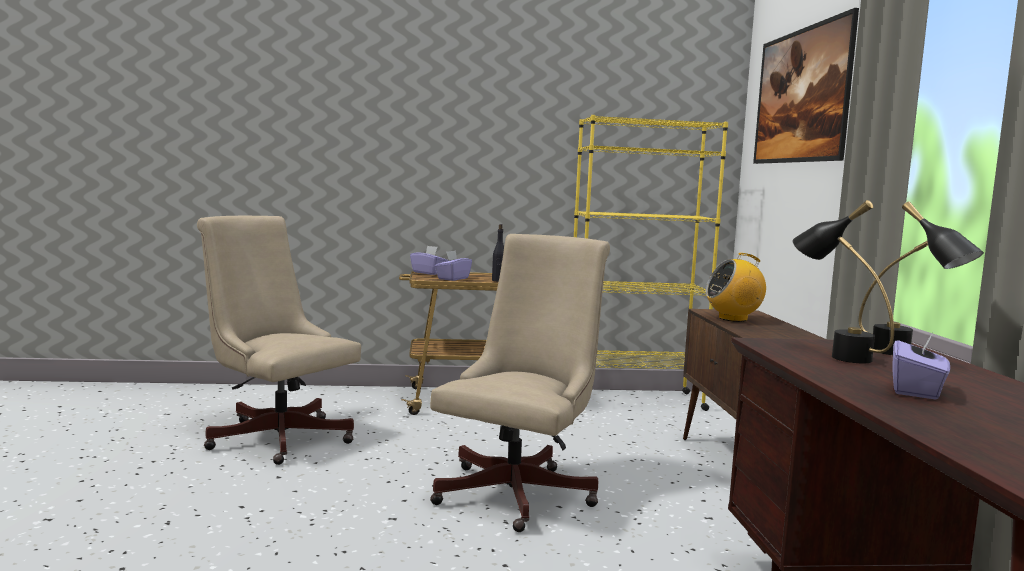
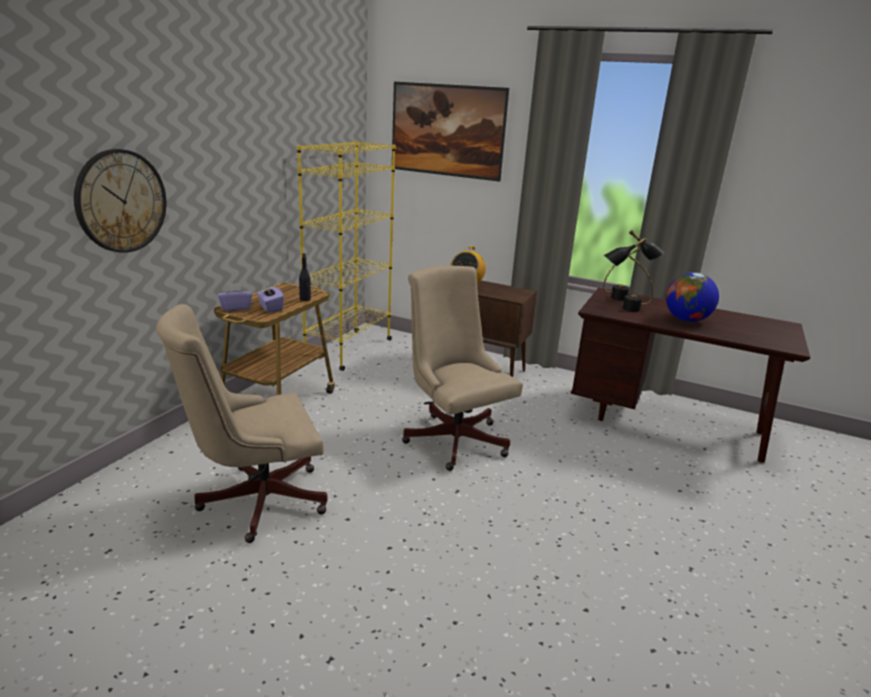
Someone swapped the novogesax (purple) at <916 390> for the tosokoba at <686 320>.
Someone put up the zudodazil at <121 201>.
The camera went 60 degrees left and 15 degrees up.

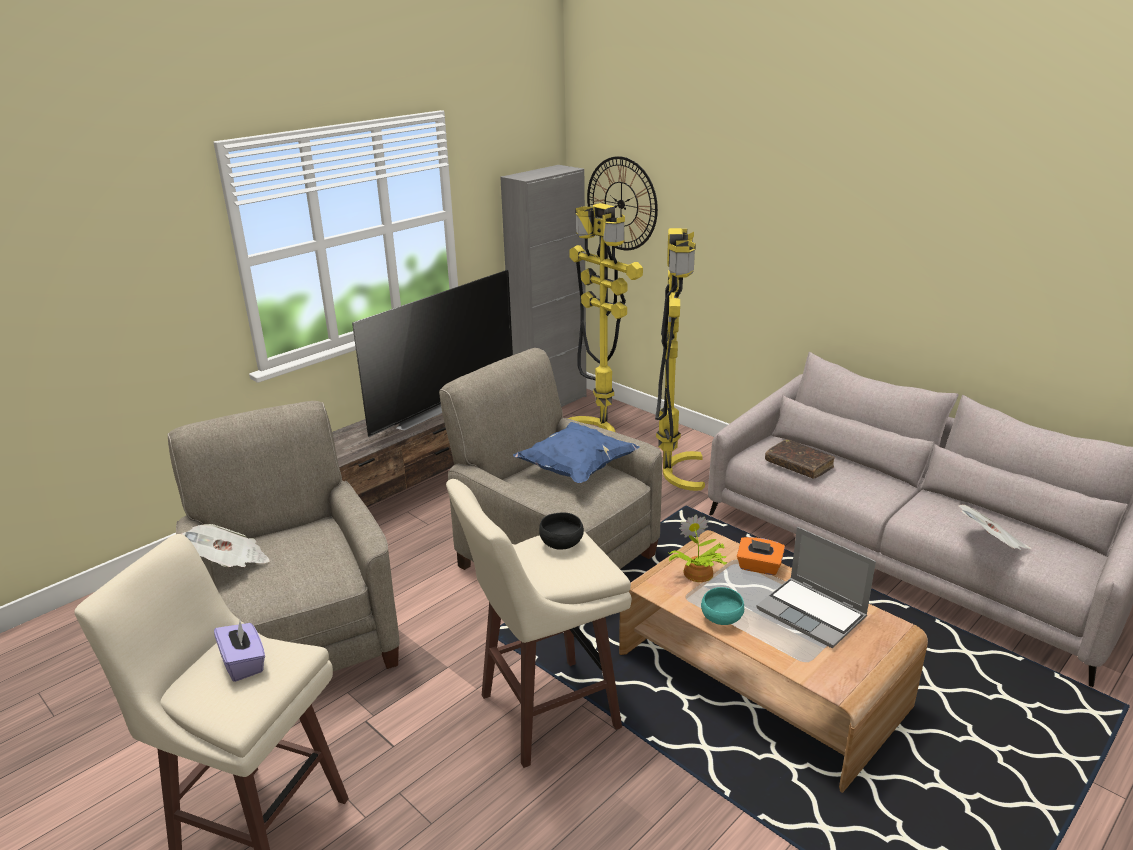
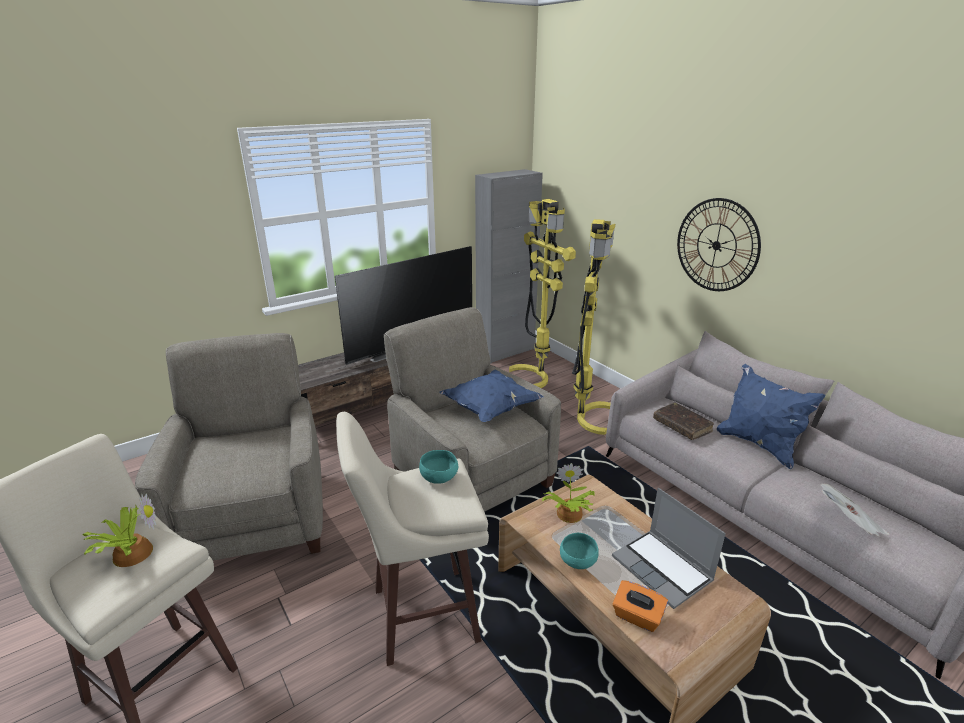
Someone took away the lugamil at <231 563>.
Someone swapped the novogesax (purple) at <244 663> for the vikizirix at <131 553>.
Someone repainted the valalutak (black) at <562 543>, which became the valalutak (turquoise) at <439 477>.
Someone carried the zudodazil from <621 204> to <716 245>.
Someone carried the novogesax (orange) from <759 567> to <637 617>.
Someone put down the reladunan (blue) at <758 445>.
The camera went 10 degrees right and 0 degrees up.

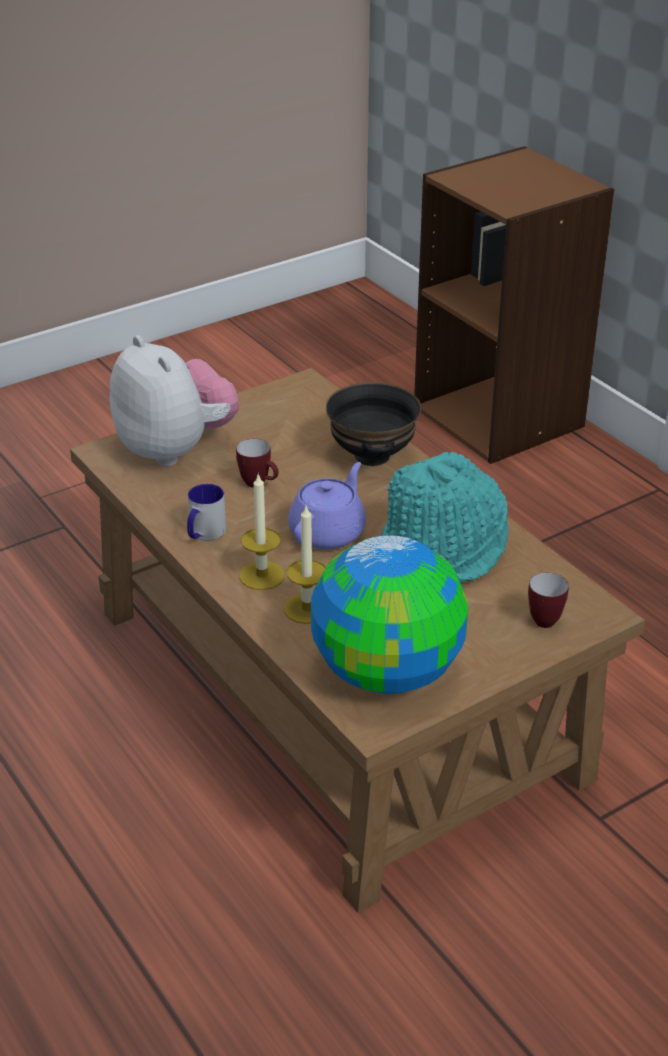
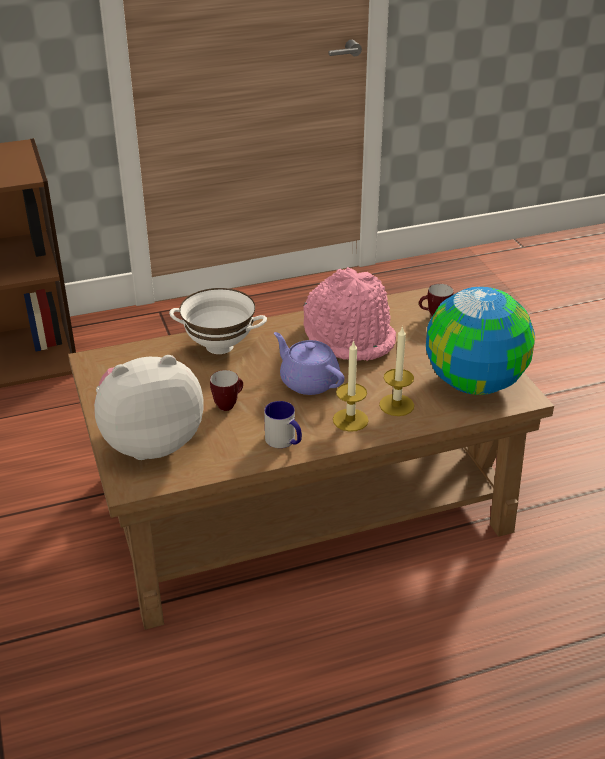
Someone repainted the valalutak (black) at <371 456>, which became the valalutak (white) at <219 347>.
Someone repainted the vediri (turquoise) at <444 549>, which became the vediri (pink) at <349 337>.
The camera went 75 degrees left and 0 degrees up.

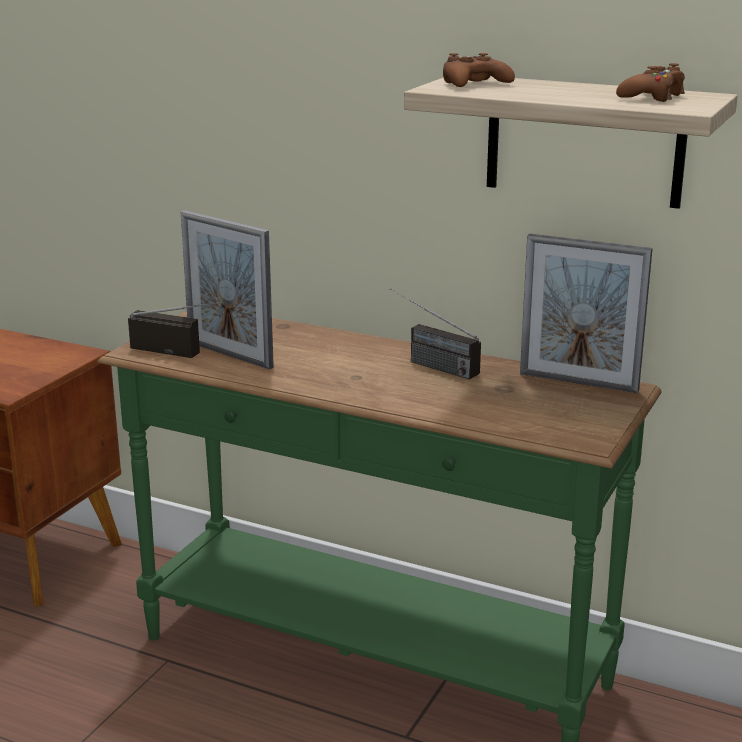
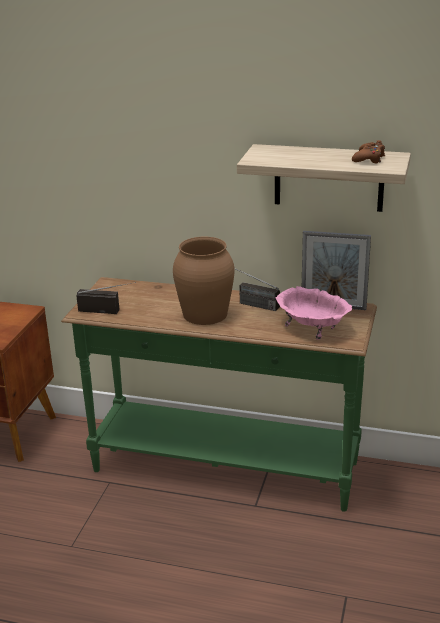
Someone took away the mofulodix at <229 355>.
Someone took away the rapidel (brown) at <474 84>.
Someone put down the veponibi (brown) at <204 314>.
Someone put down the valalutak (pink) at <313 327>.
The camera went 10 degrees left and 5 degrees up.

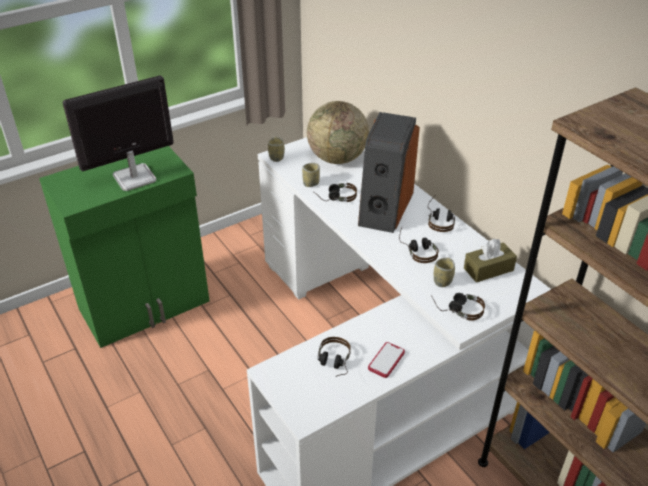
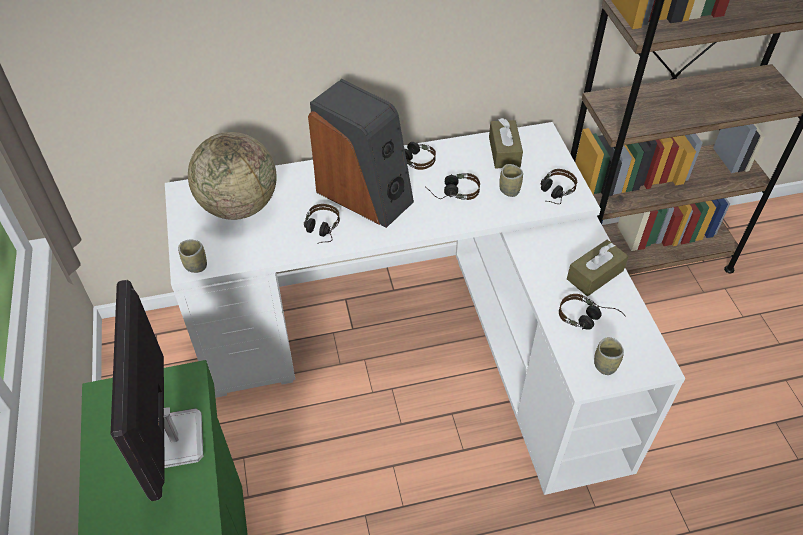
Someone carried the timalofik from <311 183> to <605 365>.
Someone swapped the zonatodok at <386 360> for the novogesax (brown) at <595 275>.
The camera went 70 degrees left and 10 degrees up.

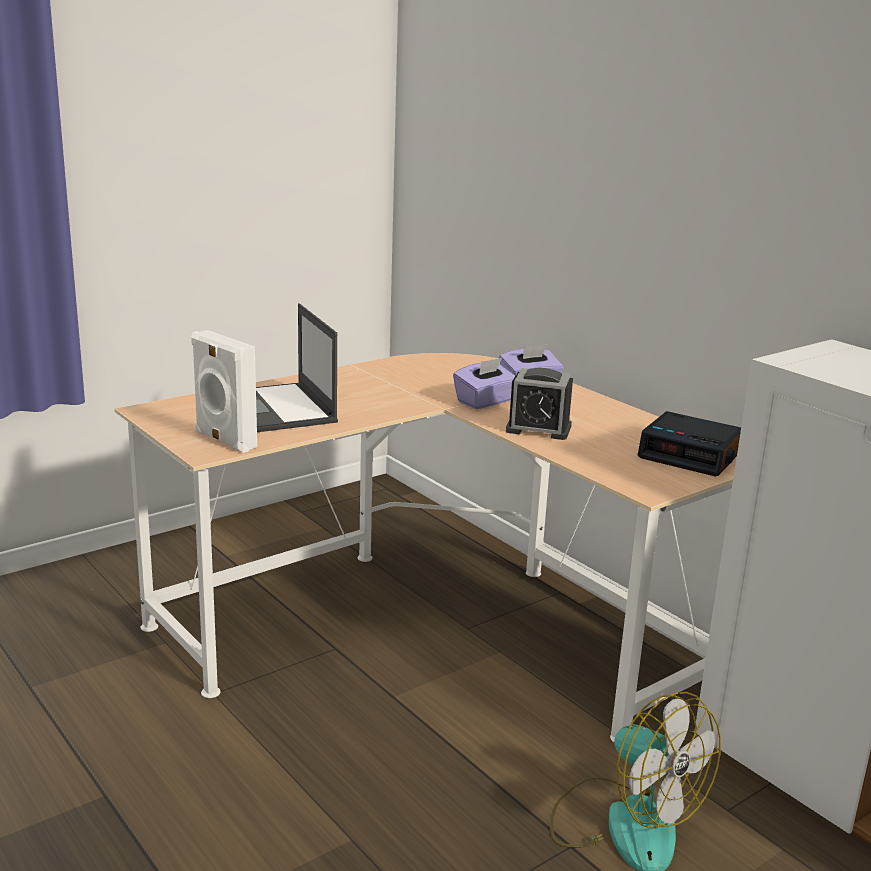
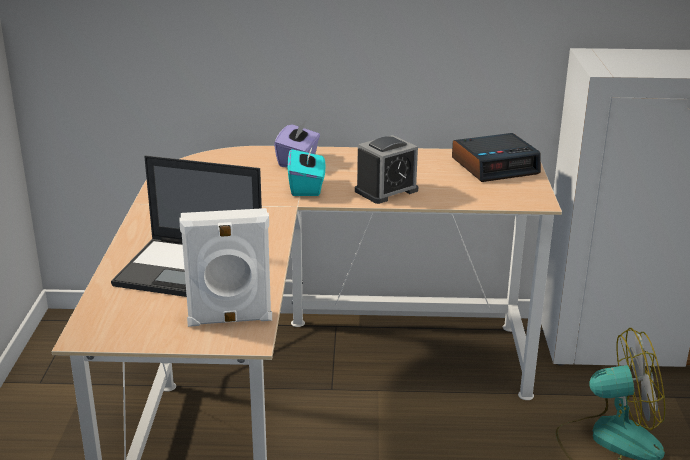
Someone repainted the novogesax (purple) at <485 402>, which became the novogesax (turquoise) at <306 187>.
The camera went 50 degrees left and 5 degrees up.

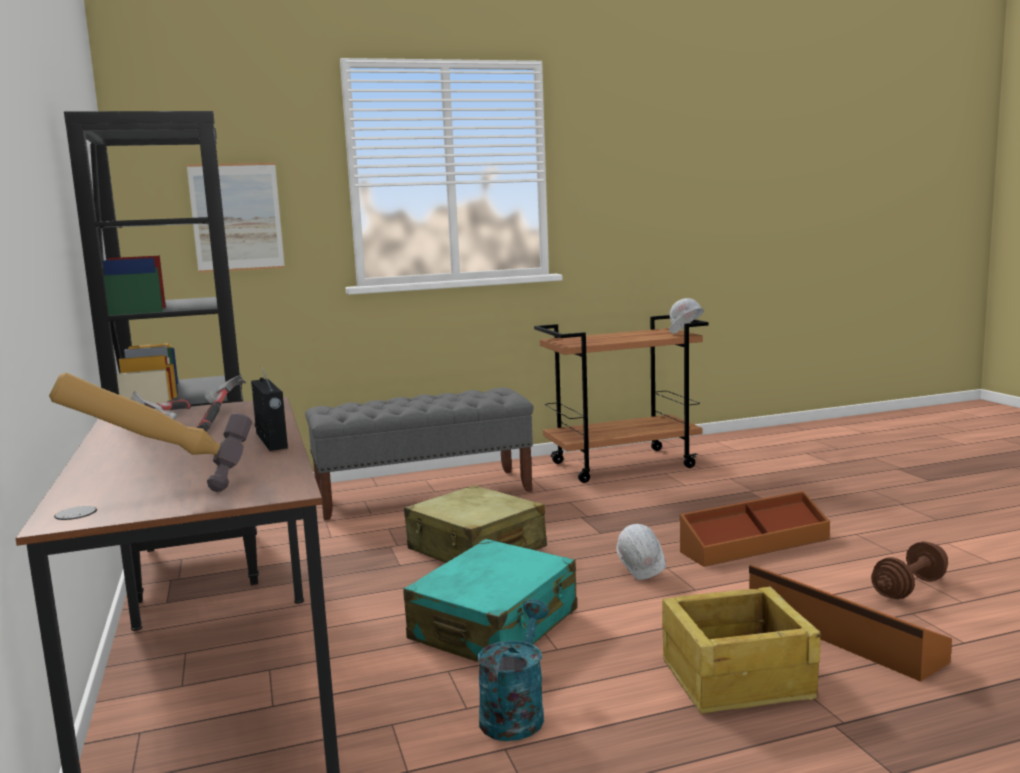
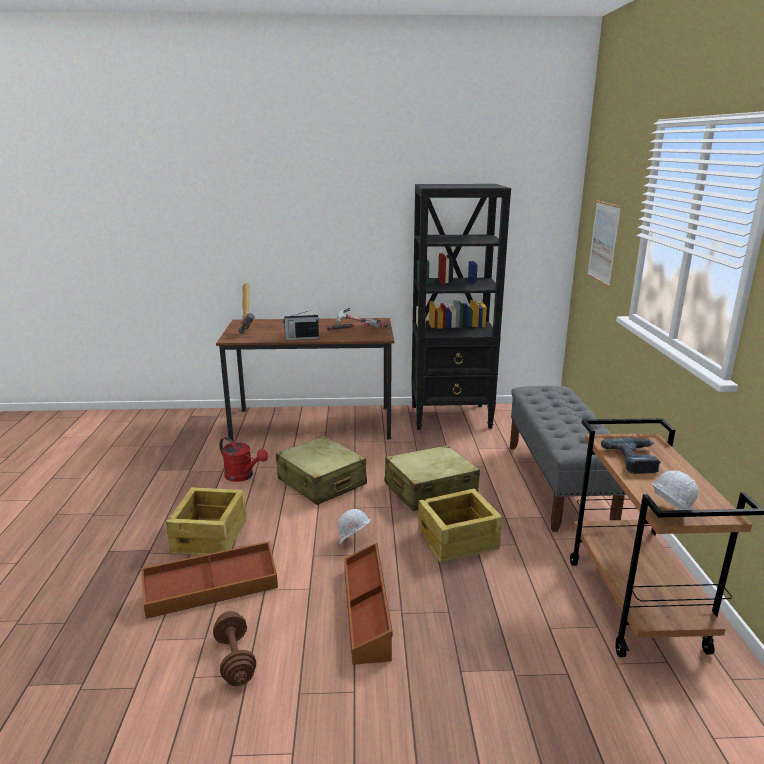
Someone repainted the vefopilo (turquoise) at <495 626>, which became the vefopilo (beige) at <321 482>.
Someone repainted the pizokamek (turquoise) at <515 712>, which became the pizokamek (red) at <243 476>.
Someone put down the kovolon at <458 540>.
Someone put down the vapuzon at <636 459>.
The camera went 105 degrees right and 10 degrees up.

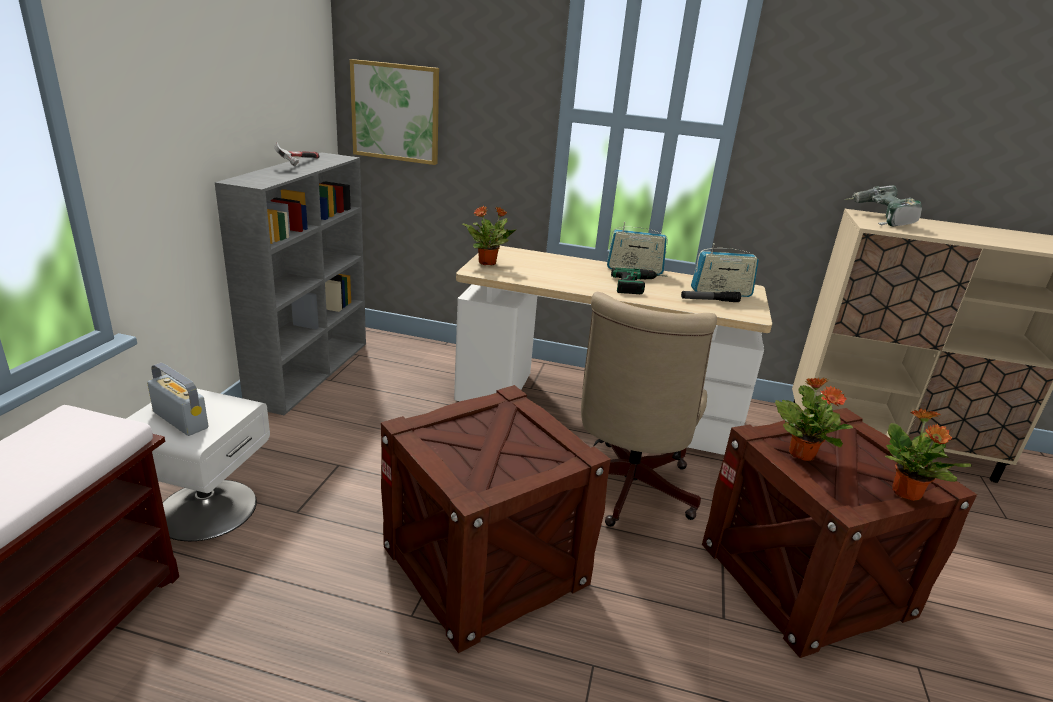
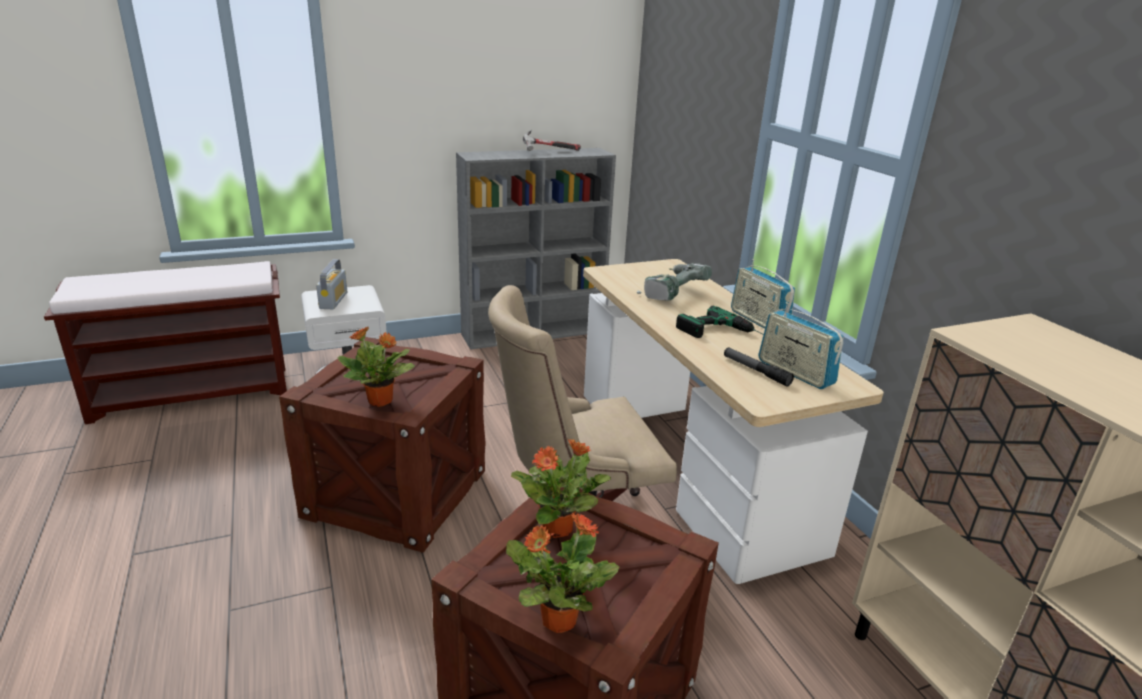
Someone took away the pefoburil at <395 112>.
Someone carried the vikizirix from <488 263> to <381 401>.
Someone carried the vapuzon from <879 218> to <671 293>.
The camera went 55 degrees right and 0 degrees up.

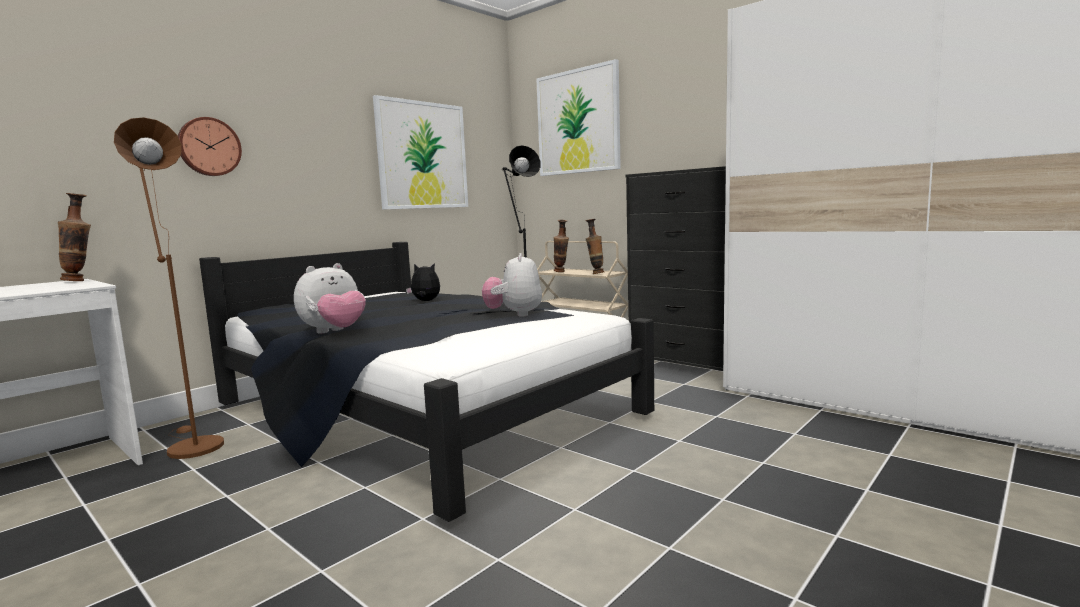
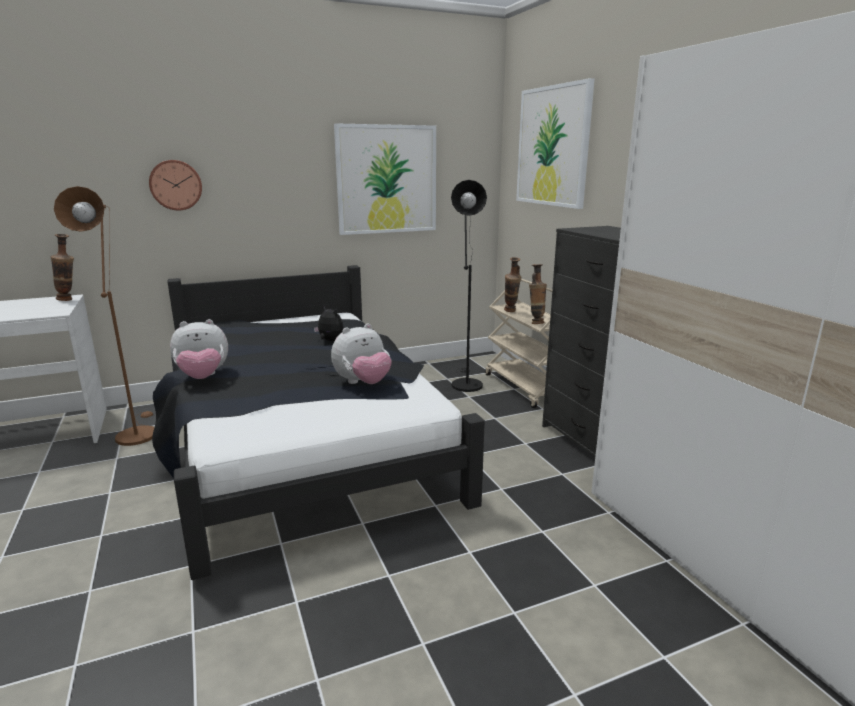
Someone rotated the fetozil at <514 314> by 150 degrees counterclockwise.
The camera went 25 degrees right and 10 degrees up.

